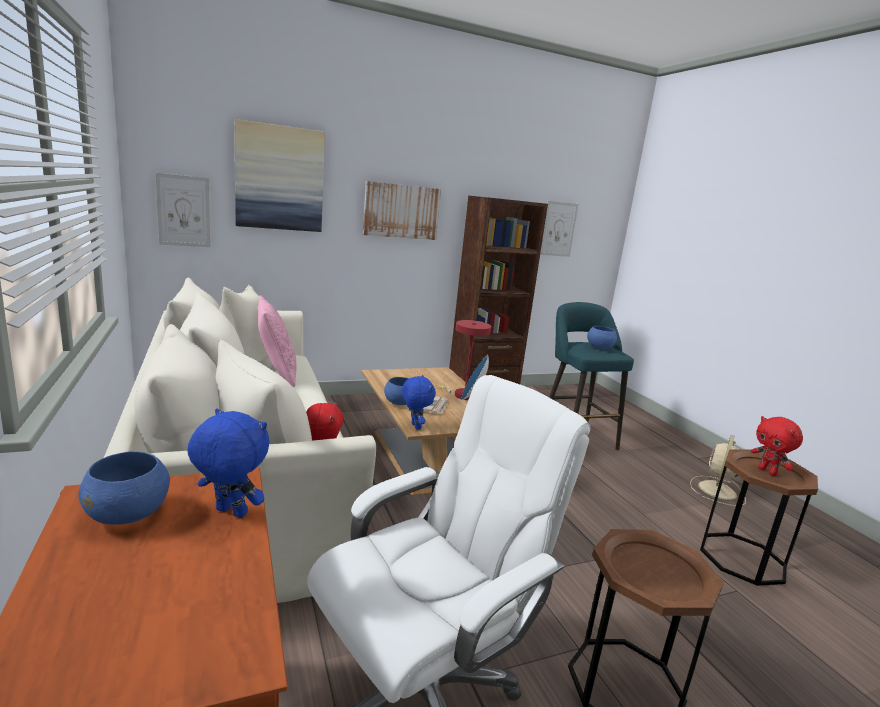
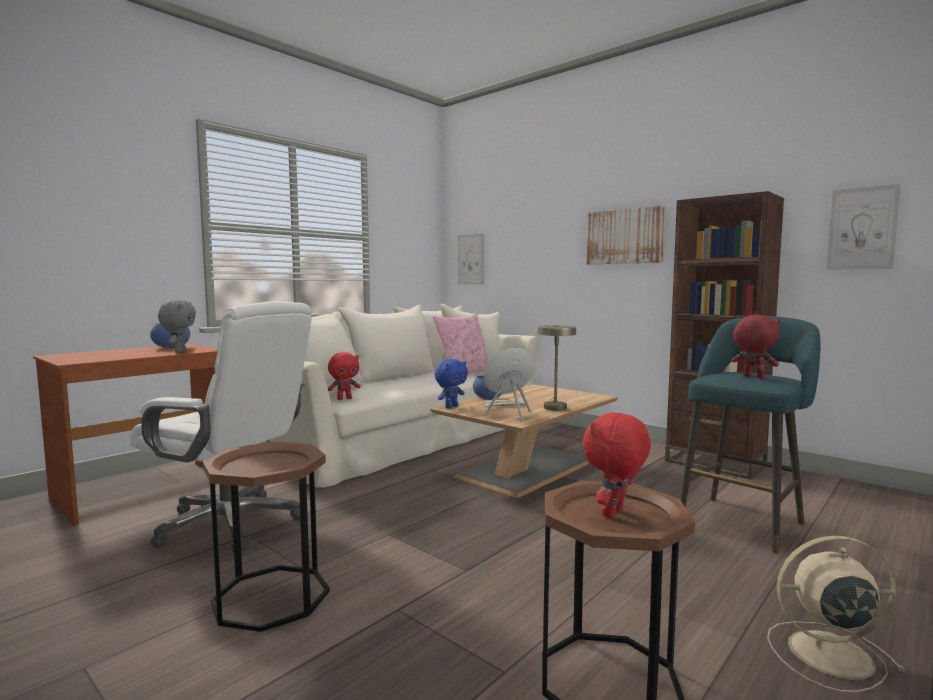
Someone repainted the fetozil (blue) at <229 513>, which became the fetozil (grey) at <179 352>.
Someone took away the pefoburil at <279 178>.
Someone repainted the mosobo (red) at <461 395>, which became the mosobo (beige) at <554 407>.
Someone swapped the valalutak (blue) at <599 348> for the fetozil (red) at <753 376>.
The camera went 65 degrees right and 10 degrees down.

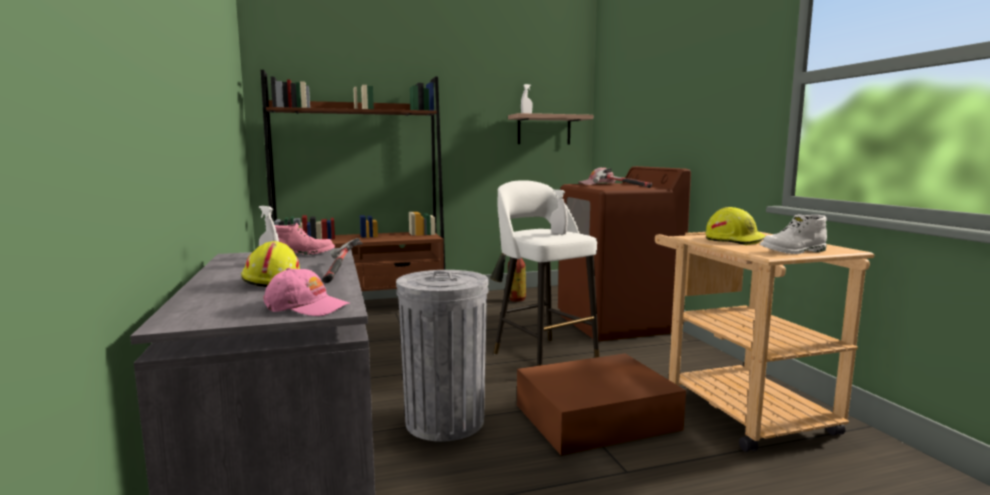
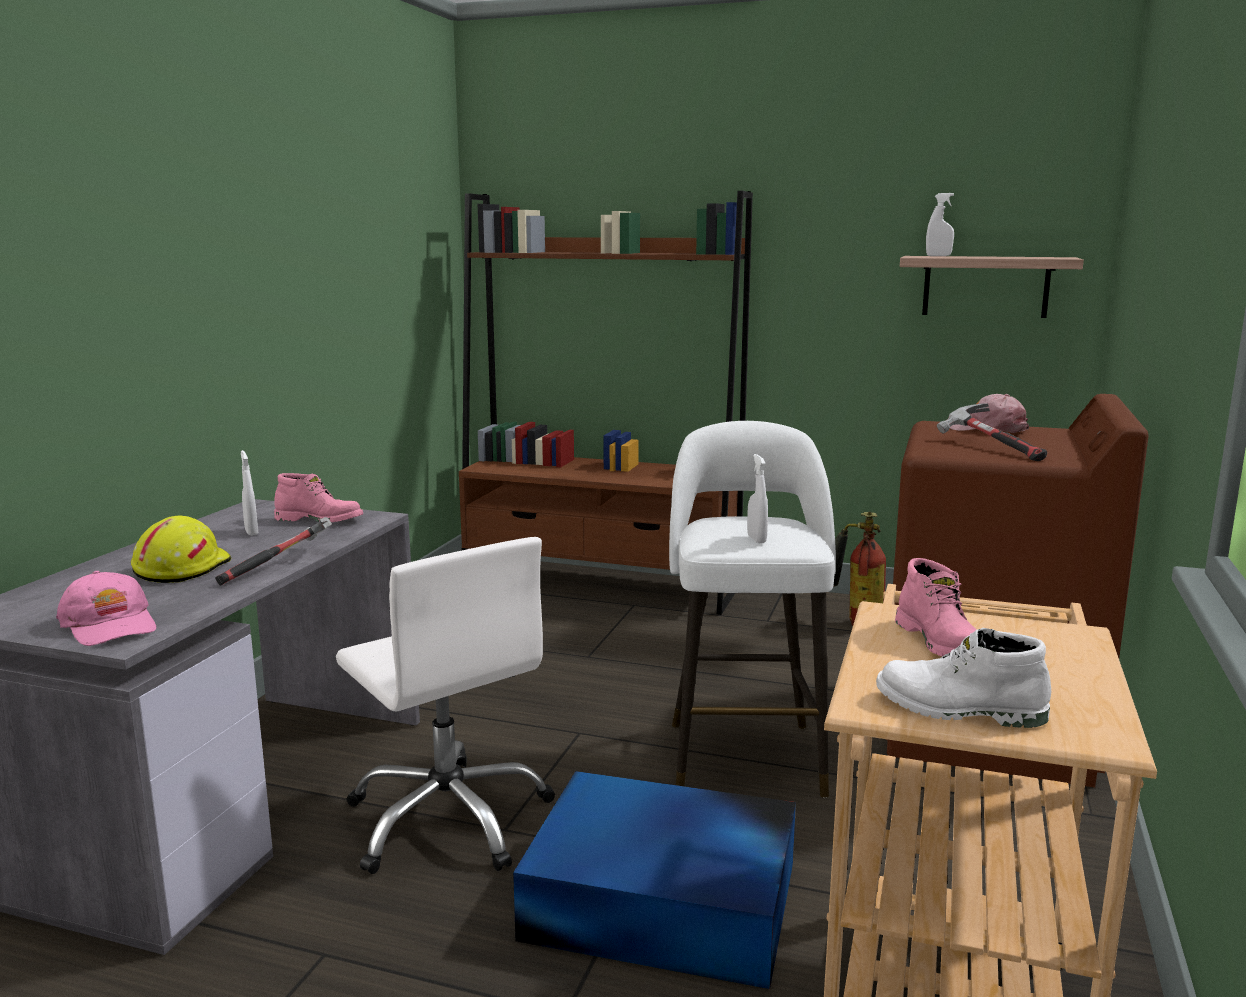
Someone swapped the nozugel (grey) at <445 421> for the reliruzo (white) at <449 818>.
Someone repainted the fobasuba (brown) at <598 417>, which became the fobasuba (blue) at <665 902>.
Someone swapped the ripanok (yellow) at <734 240> for the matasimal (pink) at <942 643>.
The camera went 35 degrees right and 5 degrees up.

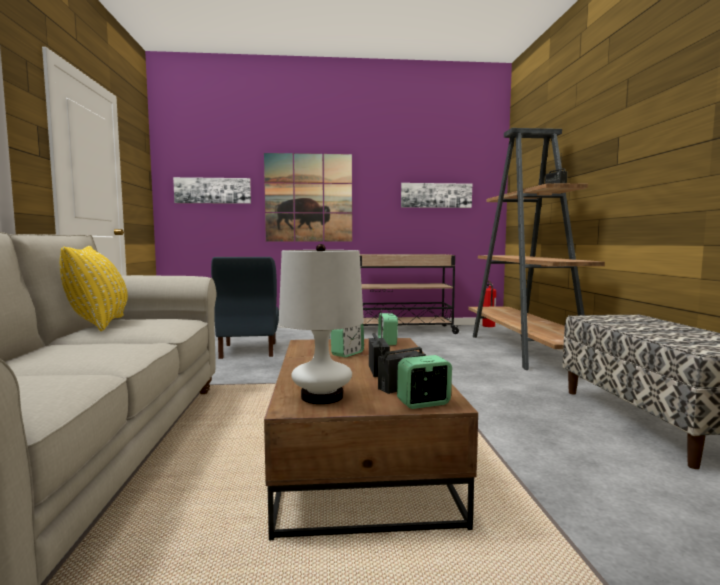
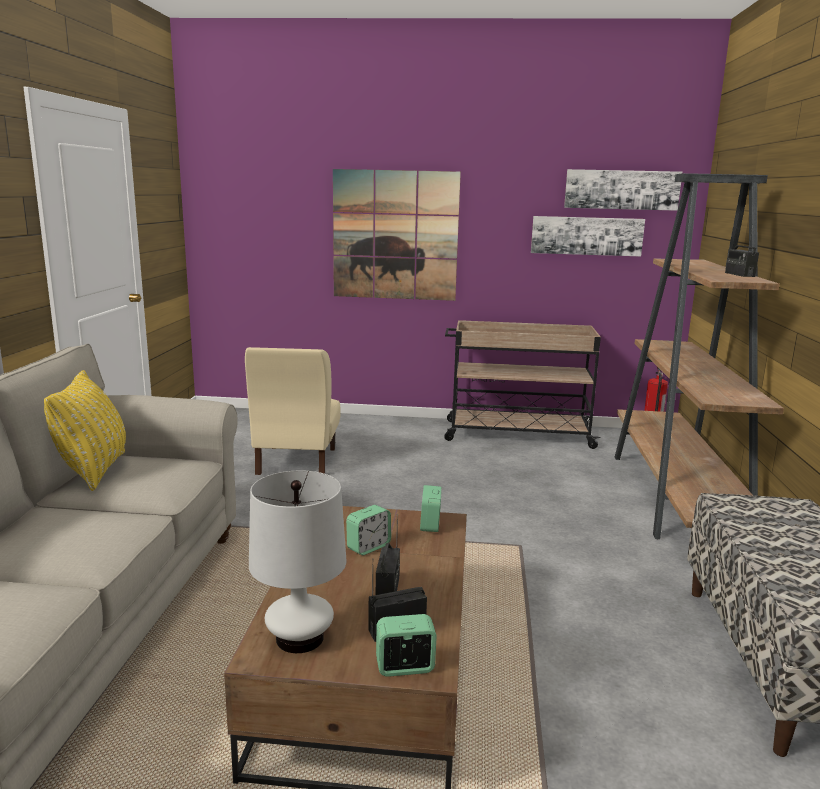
Someone carried the pefoburil from <213 190> to <621 189>.
Someone repainted the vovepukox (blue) at <248 350>, which became the vovepukox (beige) at <296 461>.
The camera went 10 degrees right and 10 degrees up.

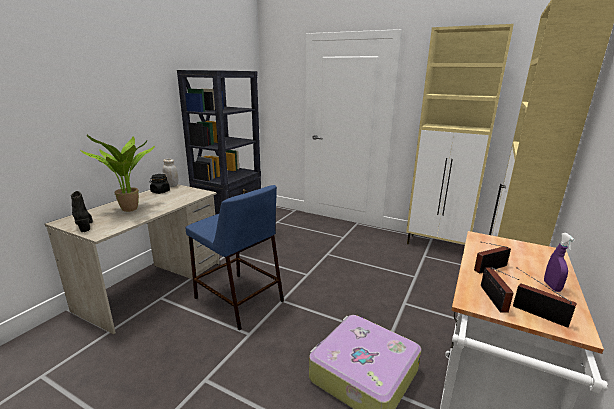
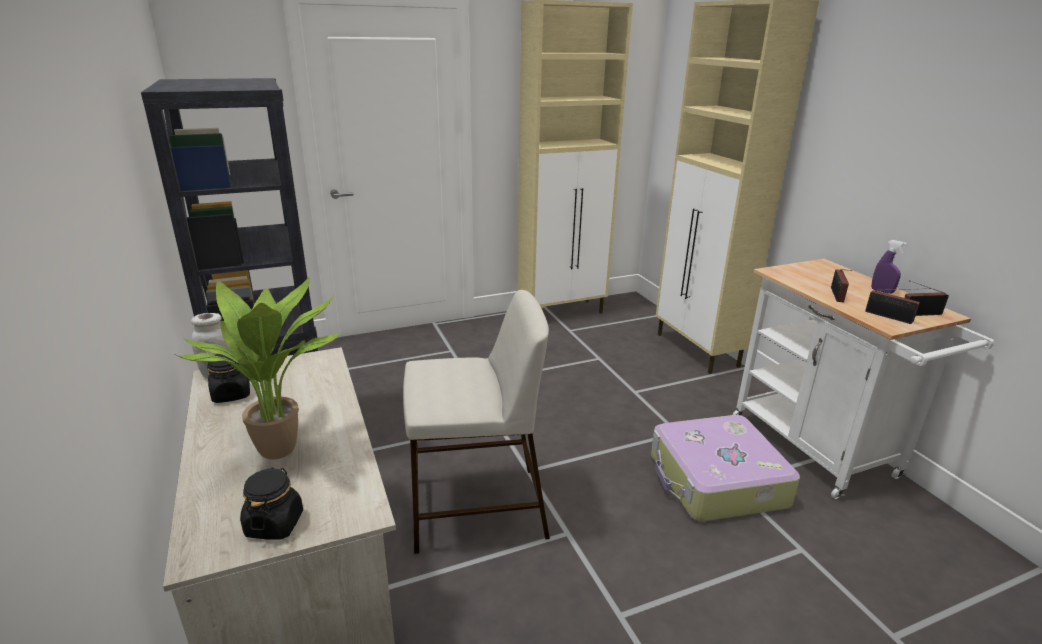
Someone swapped the matasimal (black) at <84 224> for the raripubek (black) at <274 524>.
Someone repainted the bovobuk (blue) at <237 299>, which became the bovobuk (beige) at <475 508>.
The camera went 50 degrees left and 5 degrees up.

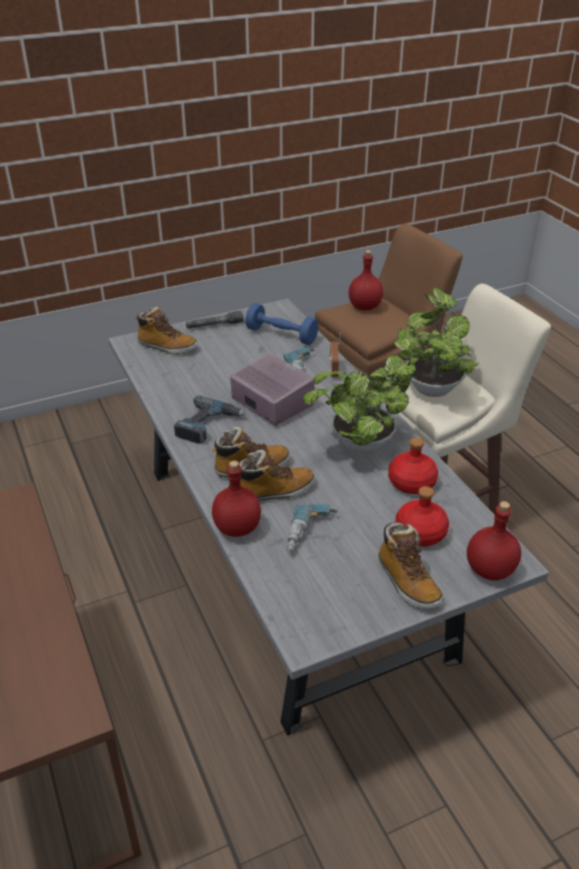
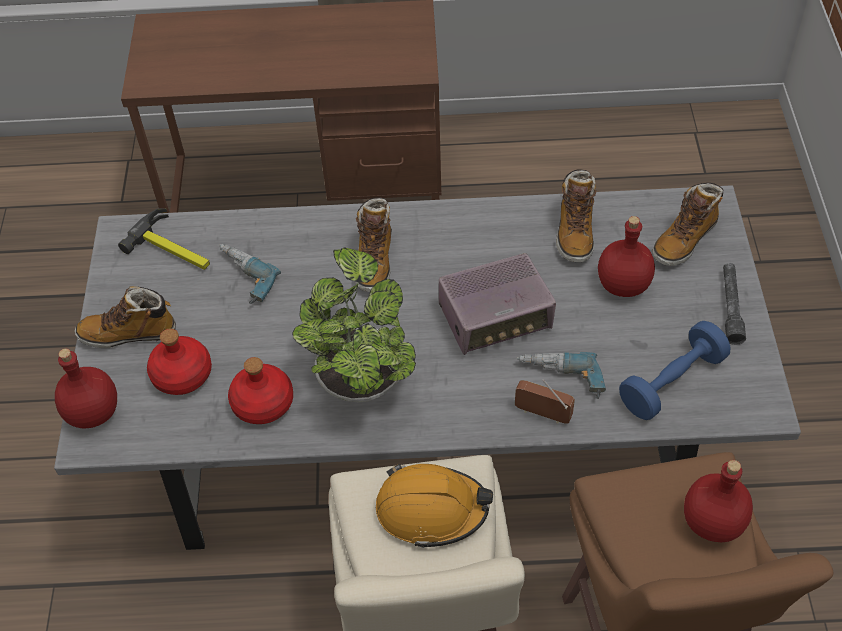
Someone took away the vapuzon at <208 425>.
Someone carried the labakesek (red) from <237 528> to <622 284>.
Someone carried the matasimal from <275 491> to <574 232>.
Someone swapped the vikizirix at <431 386> for the ripanok (orange) at <431 509>.
Someone put down the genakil at <174 248>.
The camera went 115 degrees right and 15 degrees up.

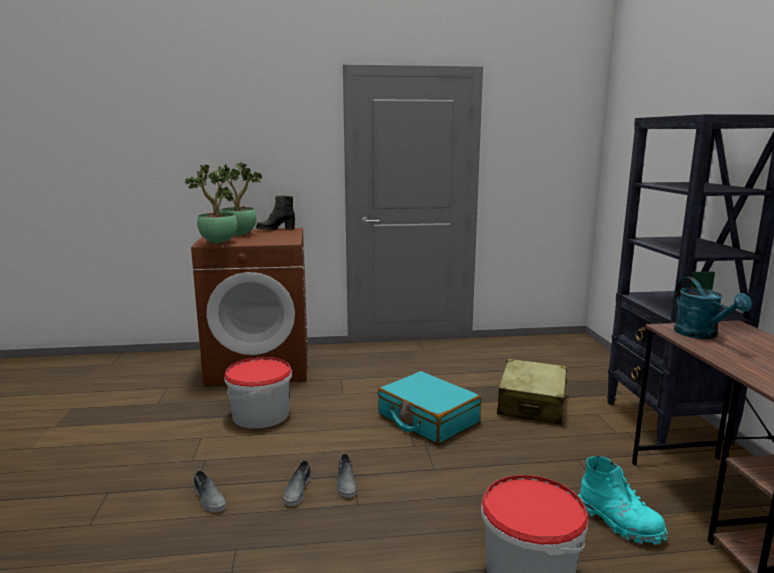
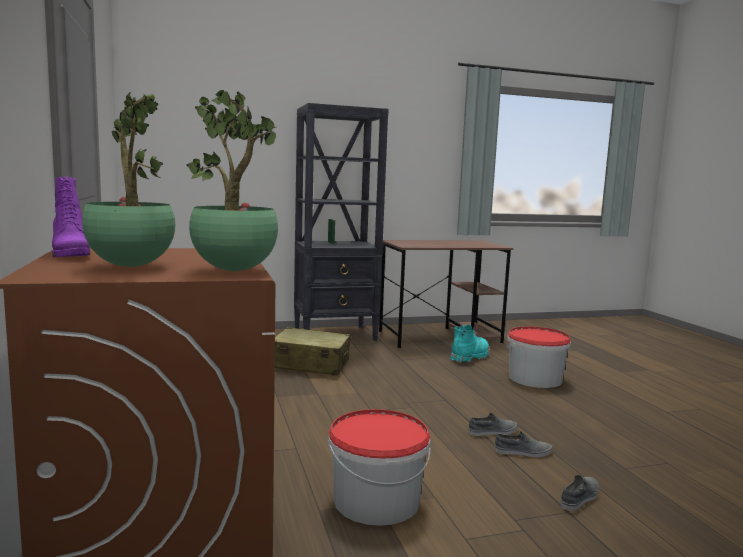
Someone repainted the matasimal (black) at <275 229>, which became the matasimal (purple) at <69 255>.
Someone took away the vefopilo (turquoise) at <427 419>.
Someone took away the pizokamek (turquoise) at <701 335>.
The camera went 100 degrees left and 5 degrees down.

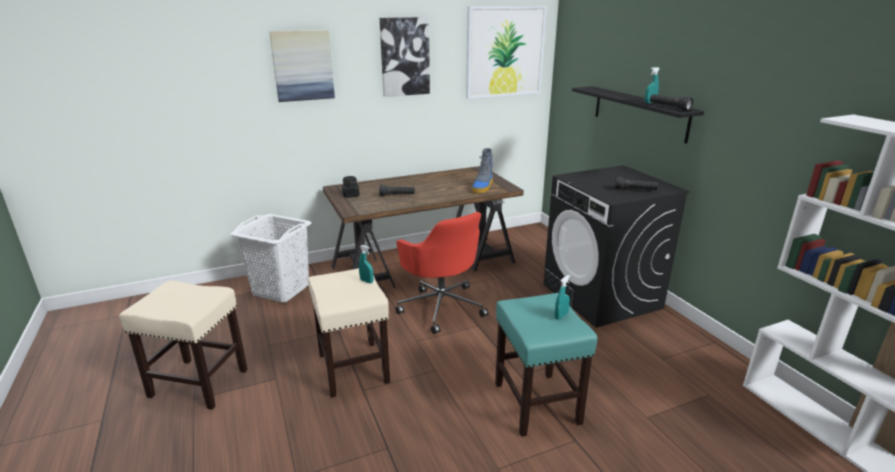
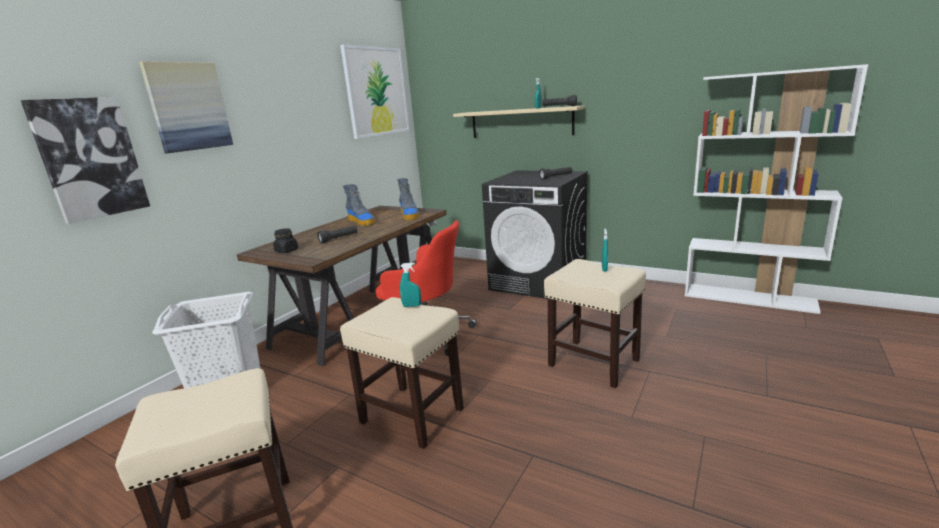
Someone carried the pefoburil from <404 57> to <90 158>.
Someone repainted the bovobuk (turquoise) at <536 402>, which became the bovobuk (beige) at <592 362>.
Someone repainted the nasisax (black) at <639 113>, which became the nasisax (beige) at <521 123>.
Someone put down the matasimal at <362 222>.
The camera went 35 degrees left and 5 degrees down.

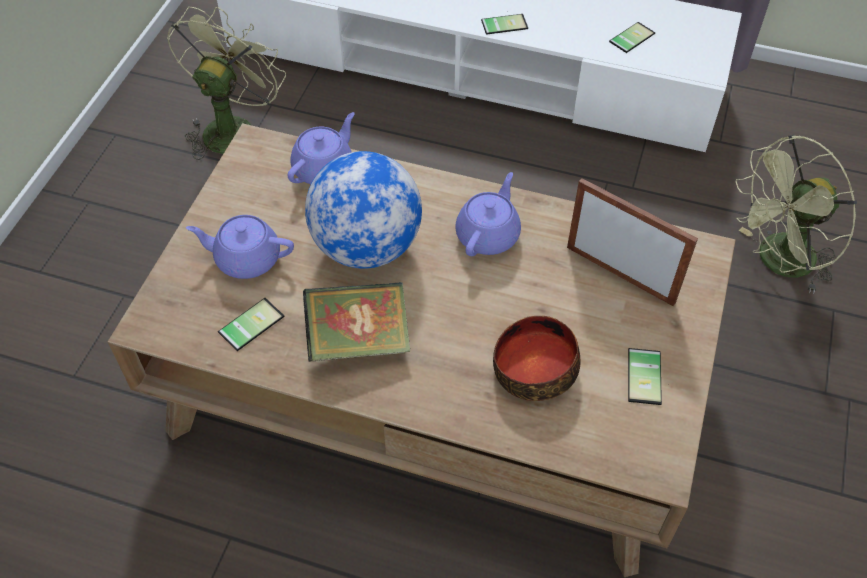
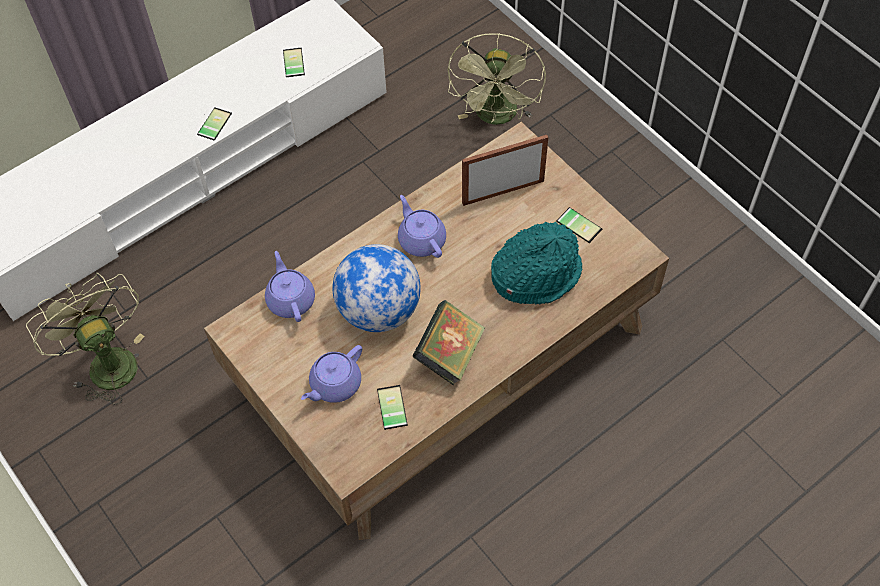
Someone swapped the valalutak at <535 368> for the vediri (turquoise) at <535 274>.
The camera went 55 degrees left and 5 degrees up.

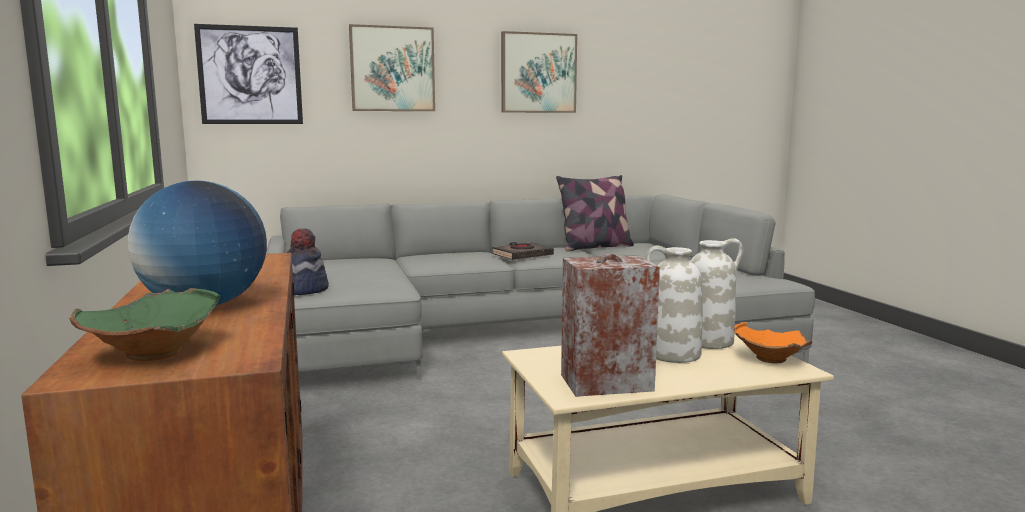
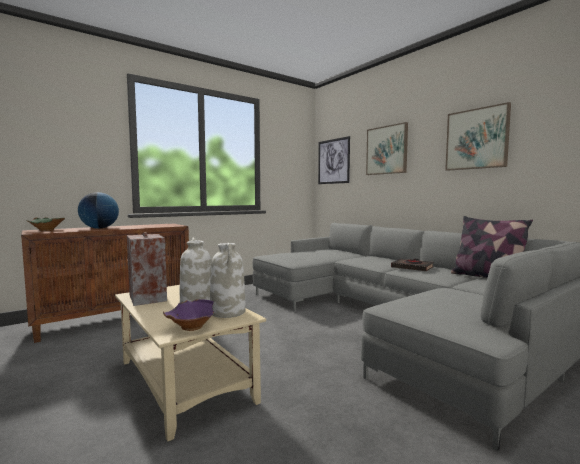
Someone took away the vediri at <304 290>.
Someone repainted the valalutak (orange) at <770 360>, which became the valalutak (purple) at <190 327>.
The camera went 70 degrees right and 5 degrees down.

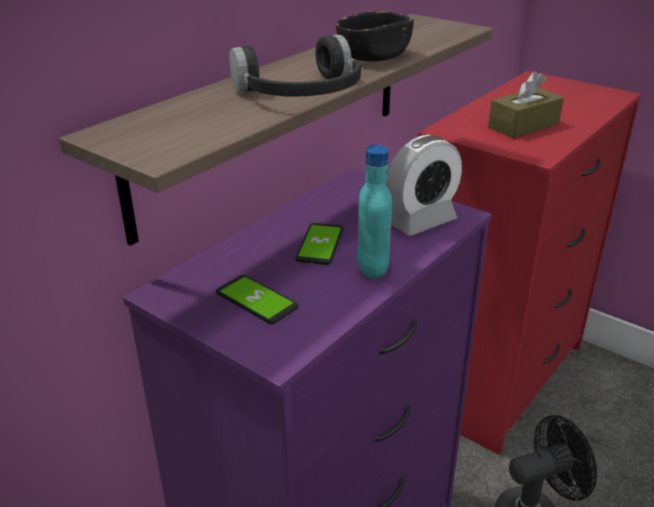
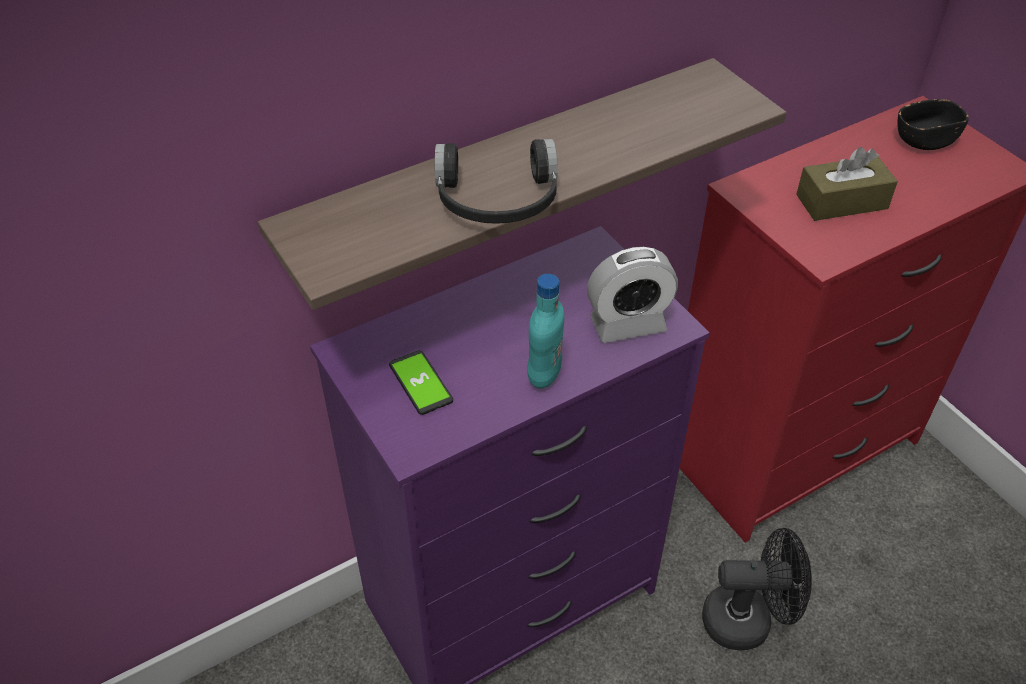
Someone took away the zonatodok at <320 245>.
Someone carried the valalutak (black) from <374 57> to <925 140>.
The camera went 20 degrees right and 15 degrees up.

